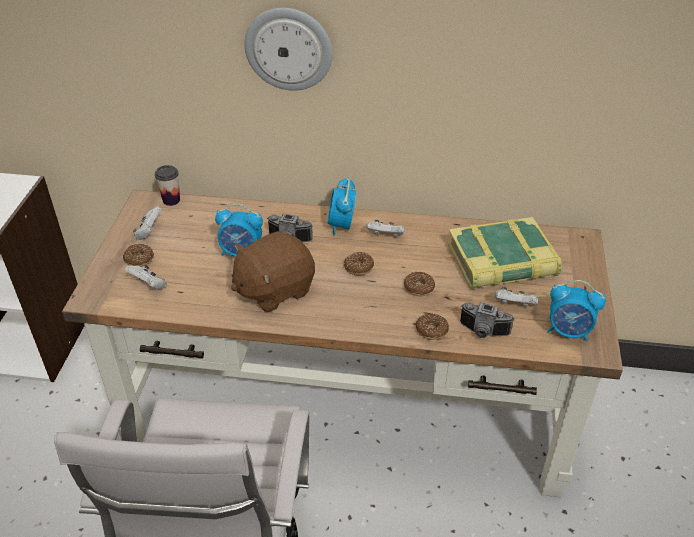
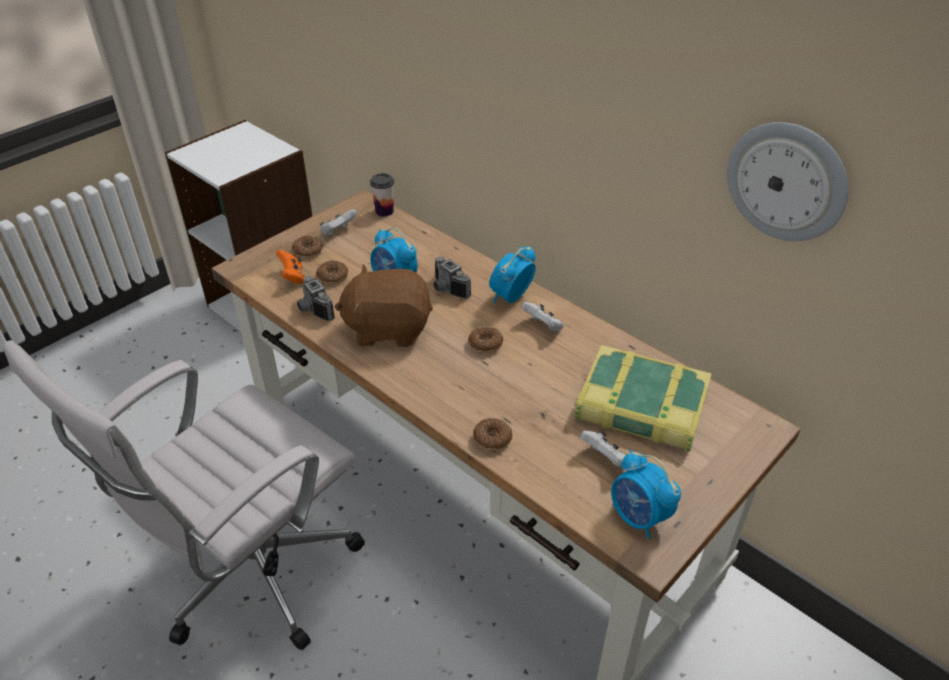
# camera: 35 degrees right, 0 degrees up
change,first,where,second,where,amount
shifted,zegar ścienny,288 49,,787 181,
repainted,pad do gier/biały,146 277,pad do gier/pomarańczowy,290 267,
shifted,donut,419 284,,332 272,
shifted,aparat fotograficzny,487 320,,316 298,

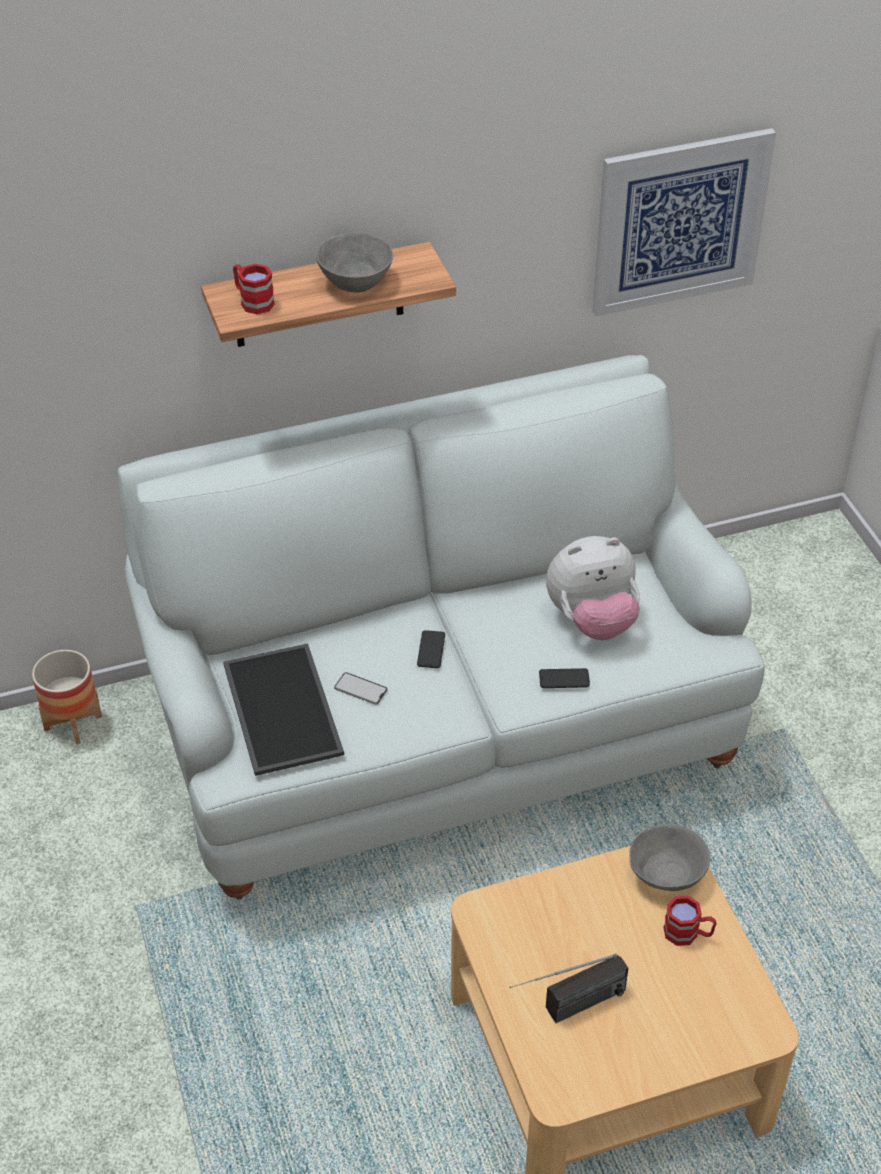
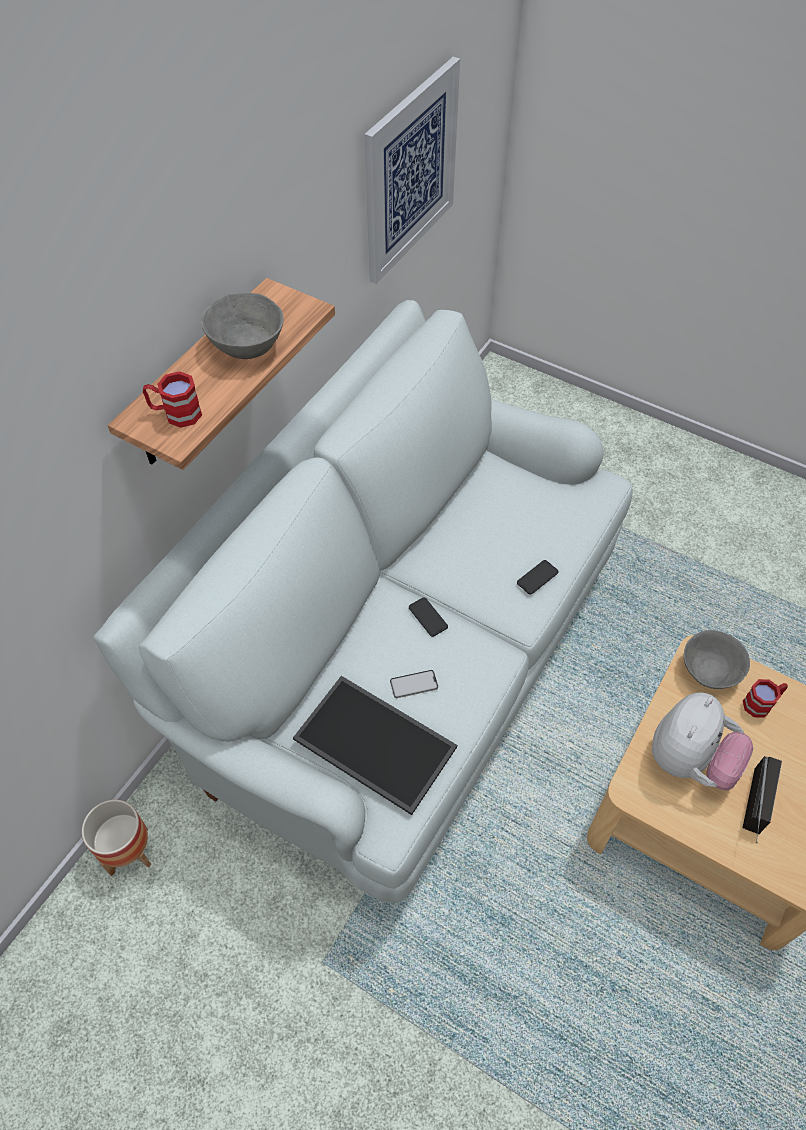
# camera: 40 degrees left, 10 degrees up
change,first,where,second,where,amount
shifted,pluszak,593 588,,702 741,

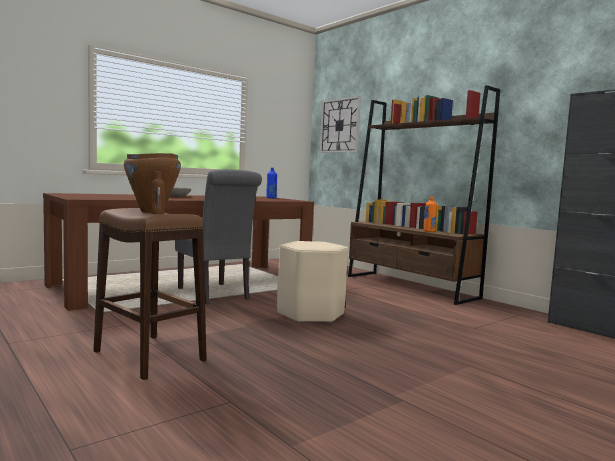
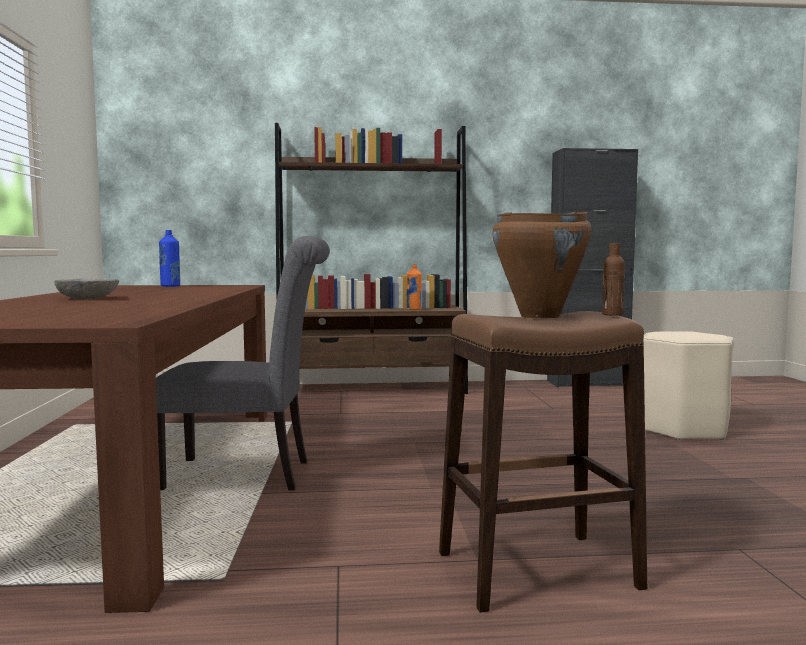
# camera: 55 degrees left, 0 degrees up
change,first,where,second,where,amount
gone,zegar ścienny,340 124,,,
shifted,stołek/beżowy,312 282,,688 385,

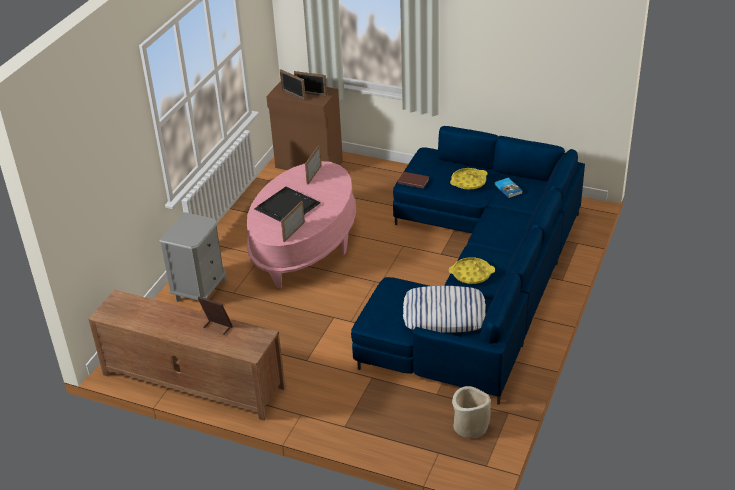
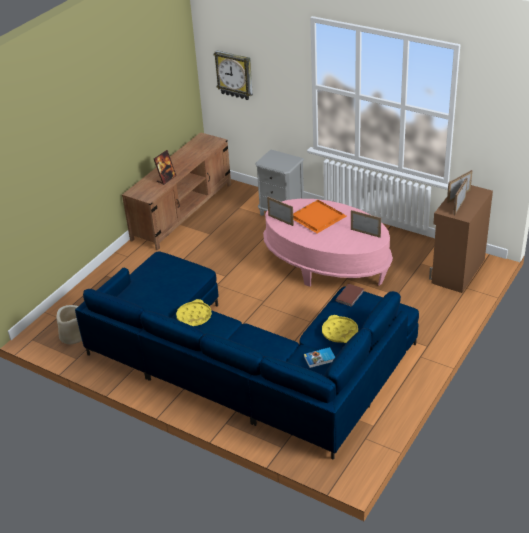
# camera: 100 degrees right, 0 degrees up
change,first,where,second,where,amount
repainted,taca/czarny,287 204,taca/pomarańczowy,320 216,
gone,poduszka,444 309,,,
new,,,zegar ścienny,233 75,

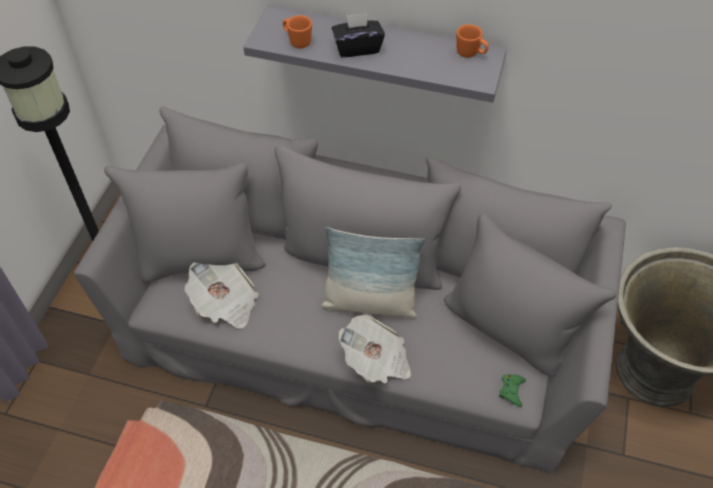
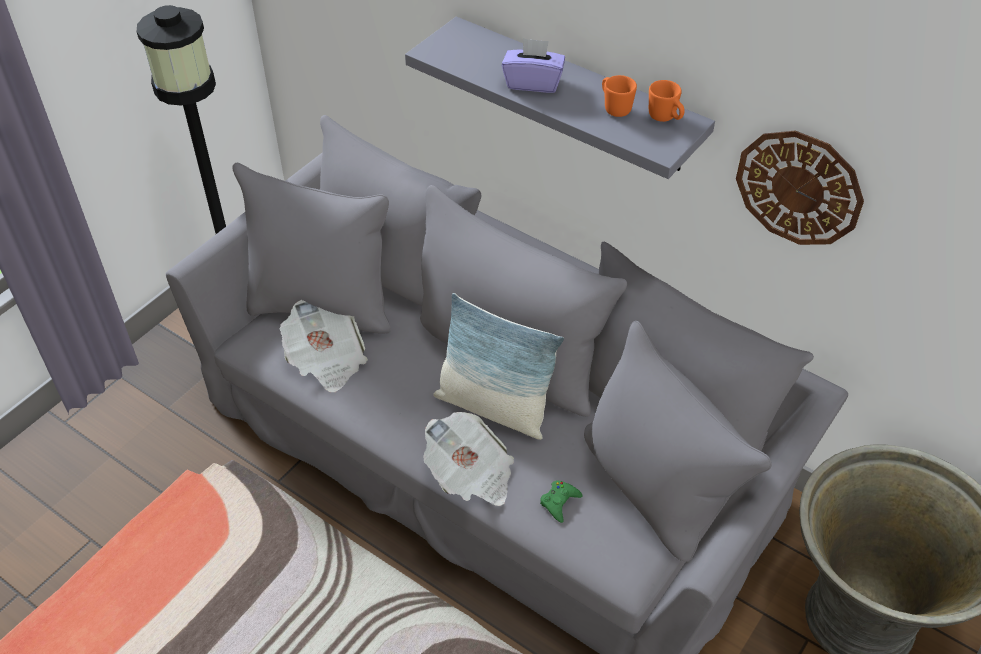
# camera: 20 degrees right, 5 degrees down
change,first,where,second,where,amount
repainted,pudełko chusteczek/czarny,358 35,pudełko chusteczek/fioletowy,533 65,
shifted,kubek/pomarańczowy,297 31,,619 96,
shifted,pad do gier/zielony,512 390,,561 501,
new,,,zegar ścienny,800 187,

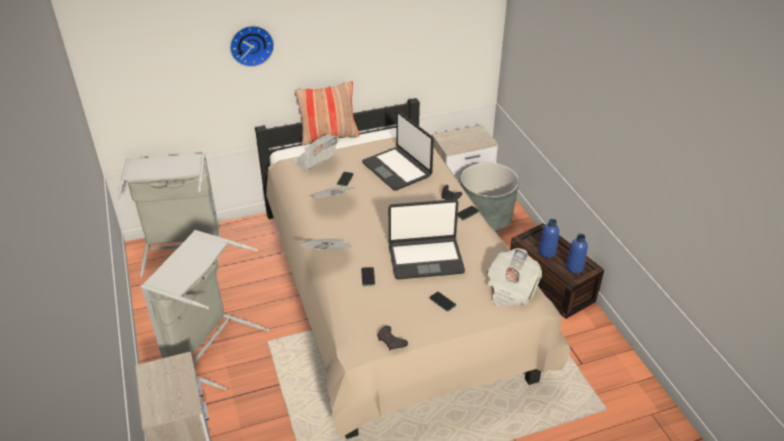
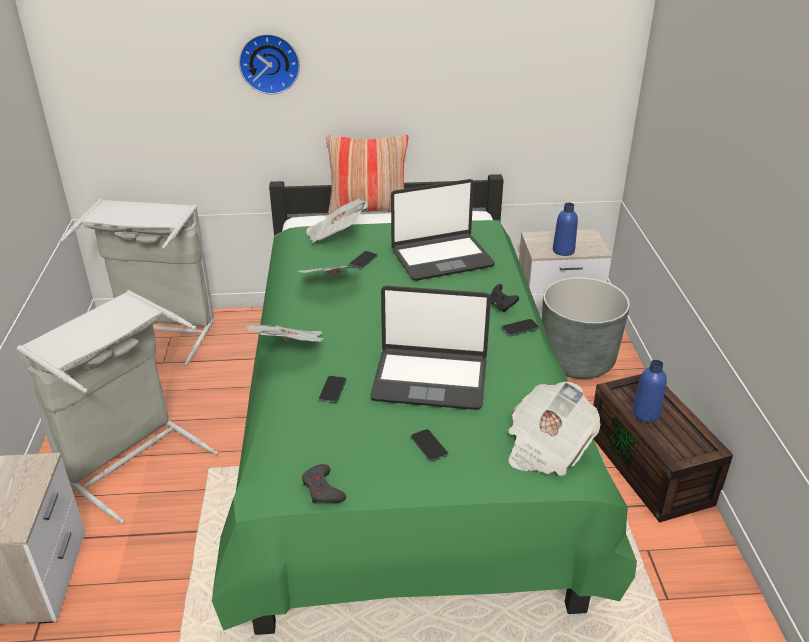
# camera: 15 degrees right, 5 degrees down
change,first,where,second,where,amount
repainted,łóżko/beżowy,412 268,łóżko/zielony,424 404,
rotated,laptop,398 151,,443 230,90 degrees counterclockwise
shifted,butelka/niebieski,577 254,,565 229,

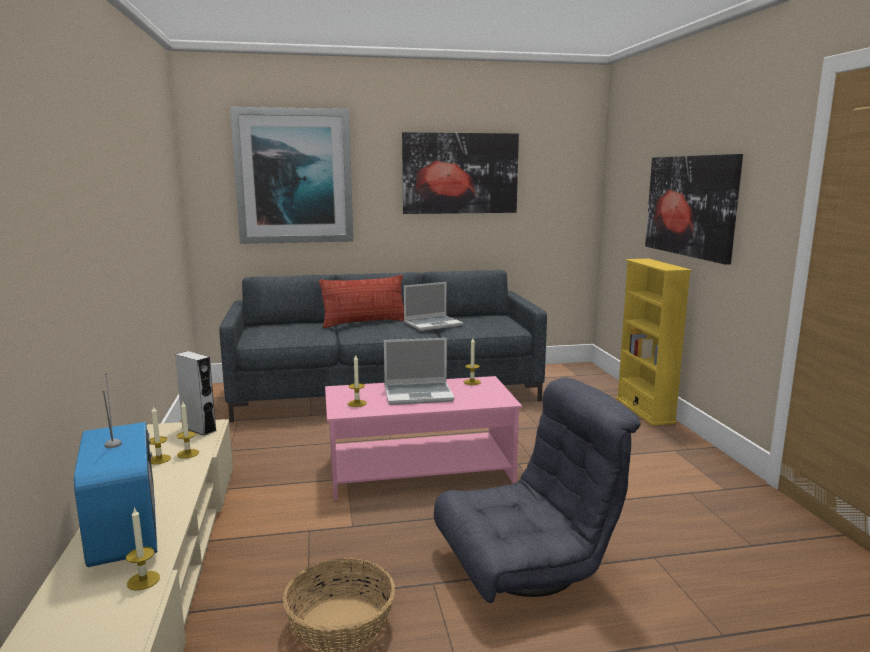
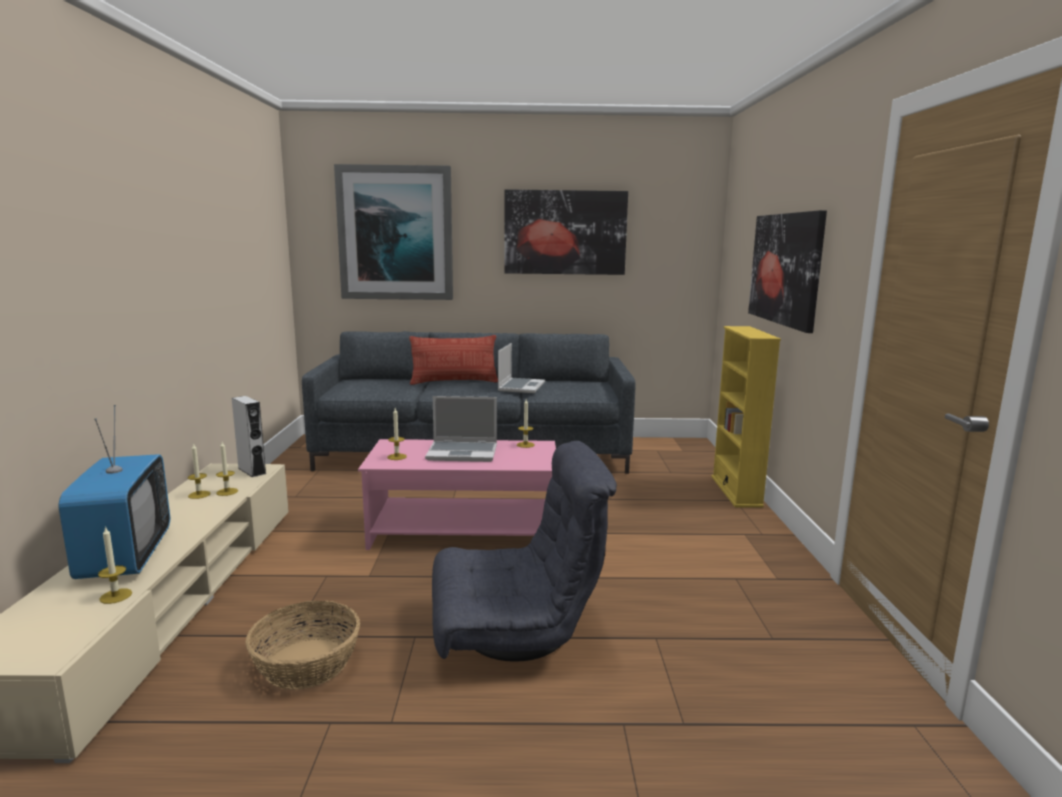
# camera: 10 degrees right, 0 degrees up
change,first,where,second,where,amount
rotated,laptop,433 306,,521 368,60 degrees counterclockwise

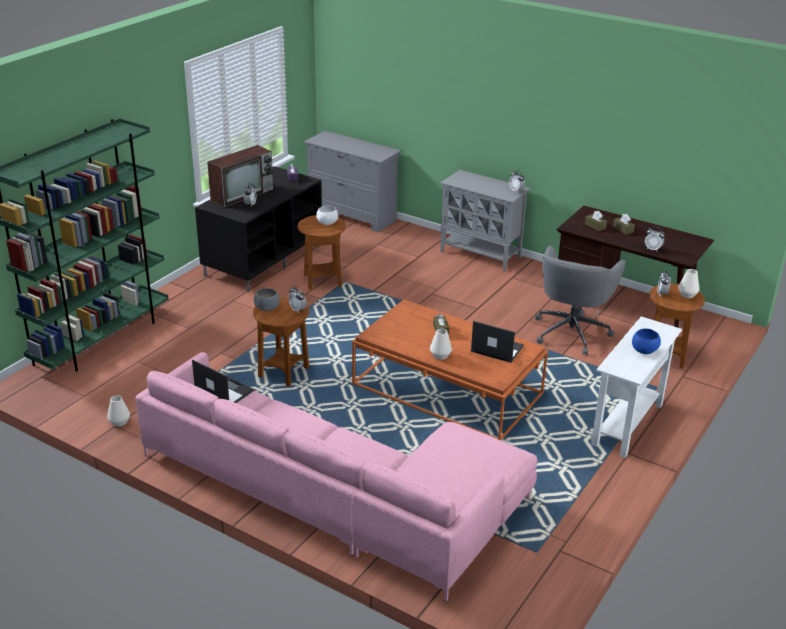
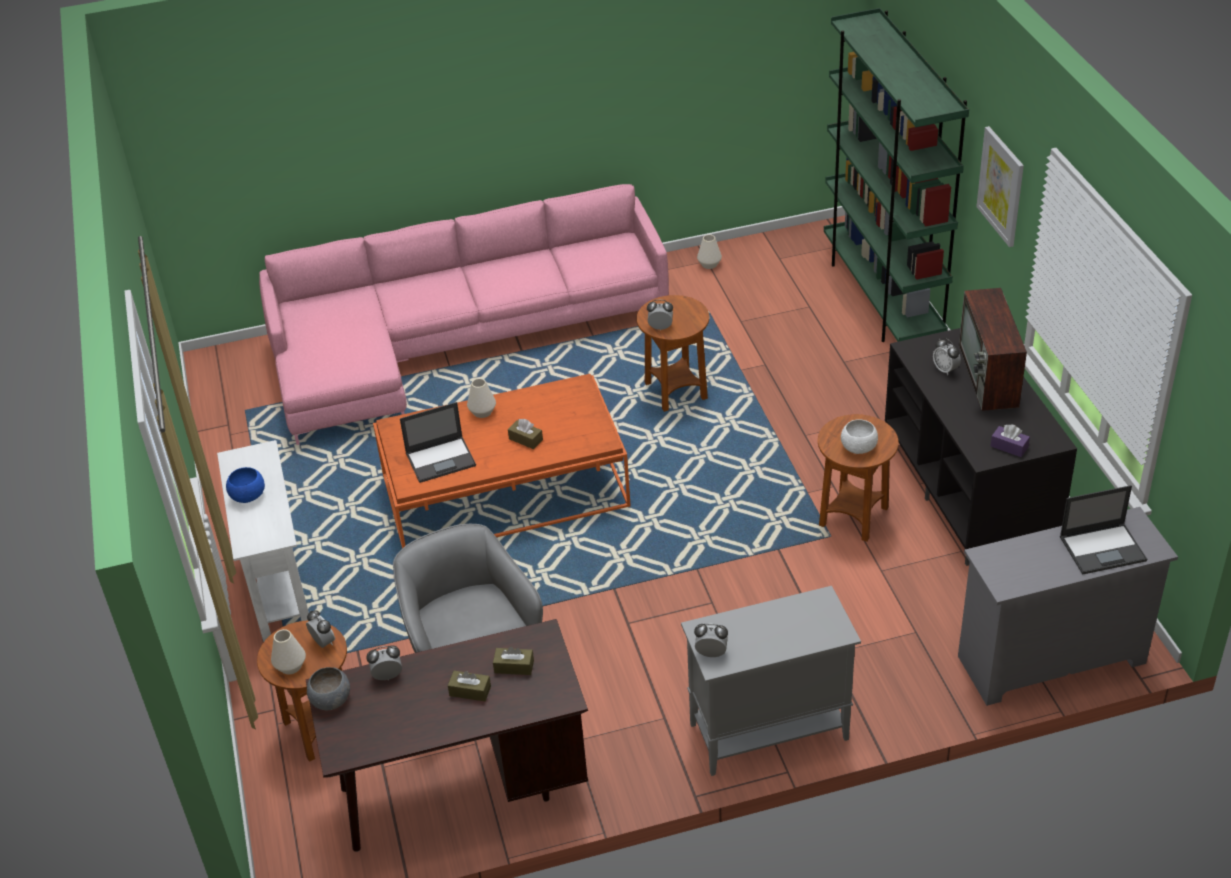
# camera: 135 degrees right, 10 degrees up
change,first,where,second,where,amount
shifted,miska/szary,267 299,,328 688,
shifted,laptop,223 381,,1103 529,
new,,,obraz,1000 186,

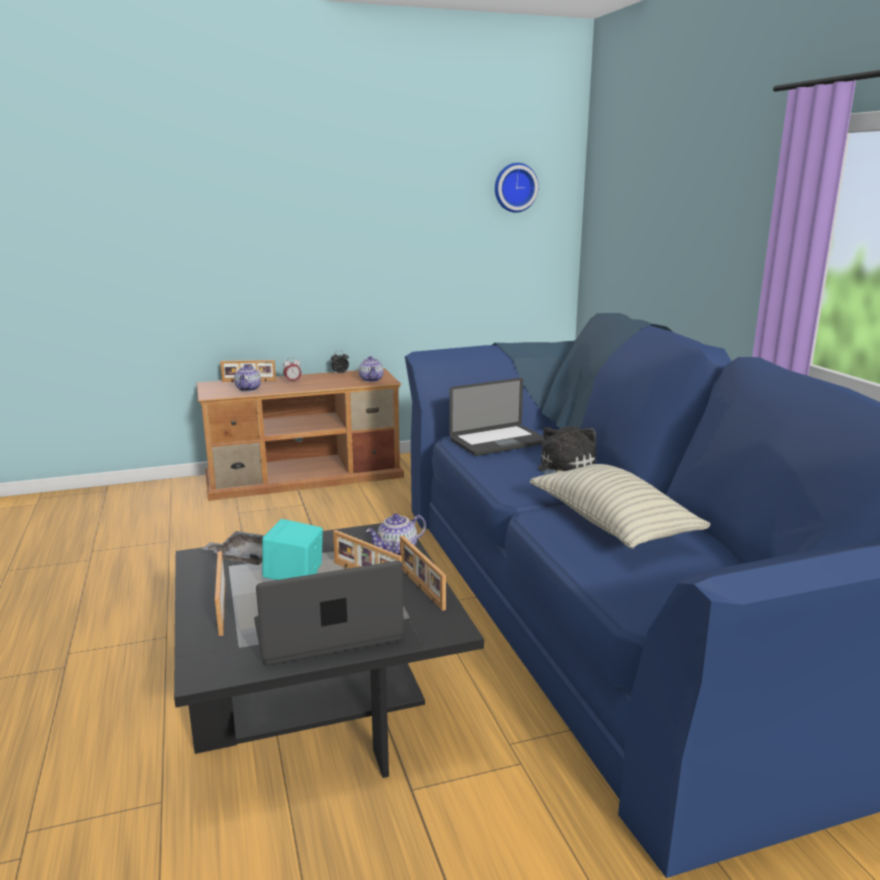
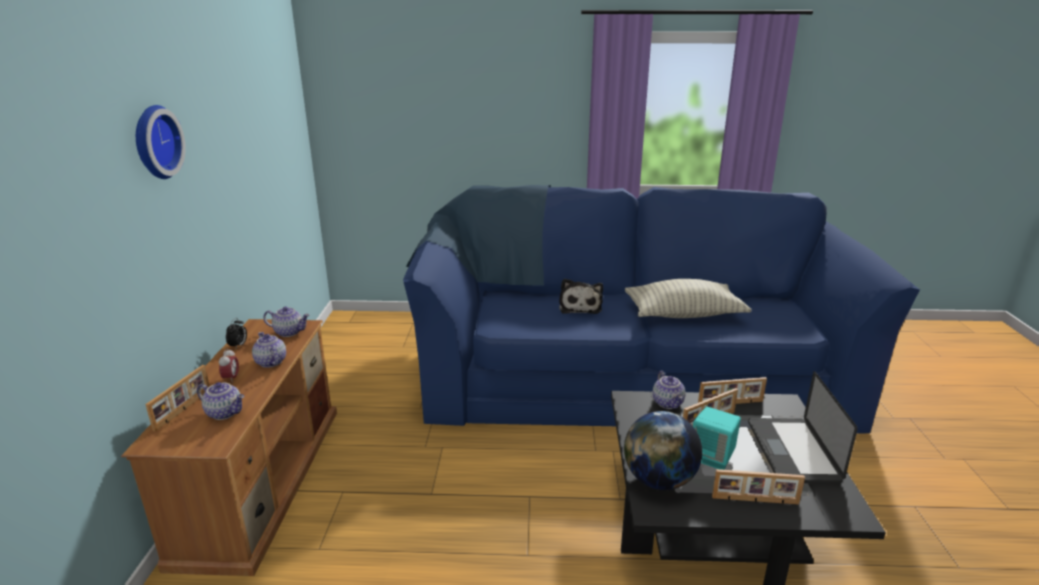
# camera: 70 degrees left, 5 degrees up
change,first,where,second,where,amount
shifted,zegar ścienny,517 188,,161 142,
gone,laptop,496 417,,,
rotated,pluszak,567 450,,581 296,135 degrees counterclockwise
swapped,taca/szary,233 548,globus,663 450,
new,,,imbryk,269 350,

